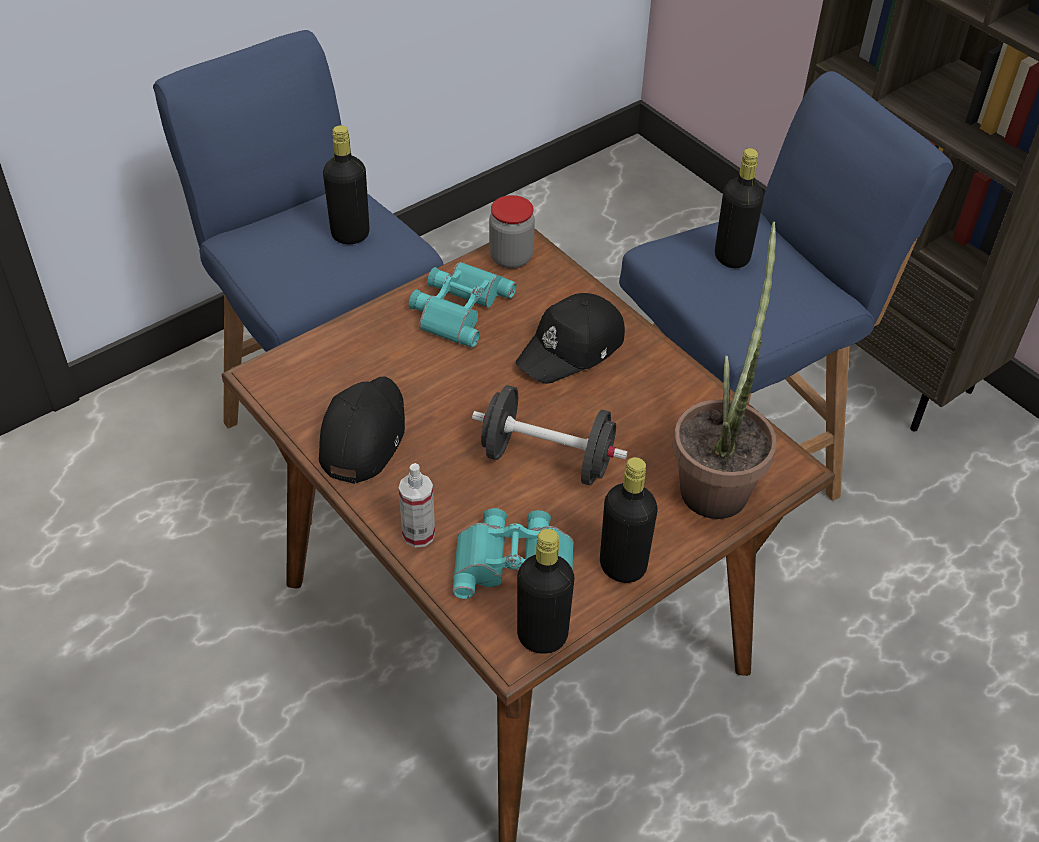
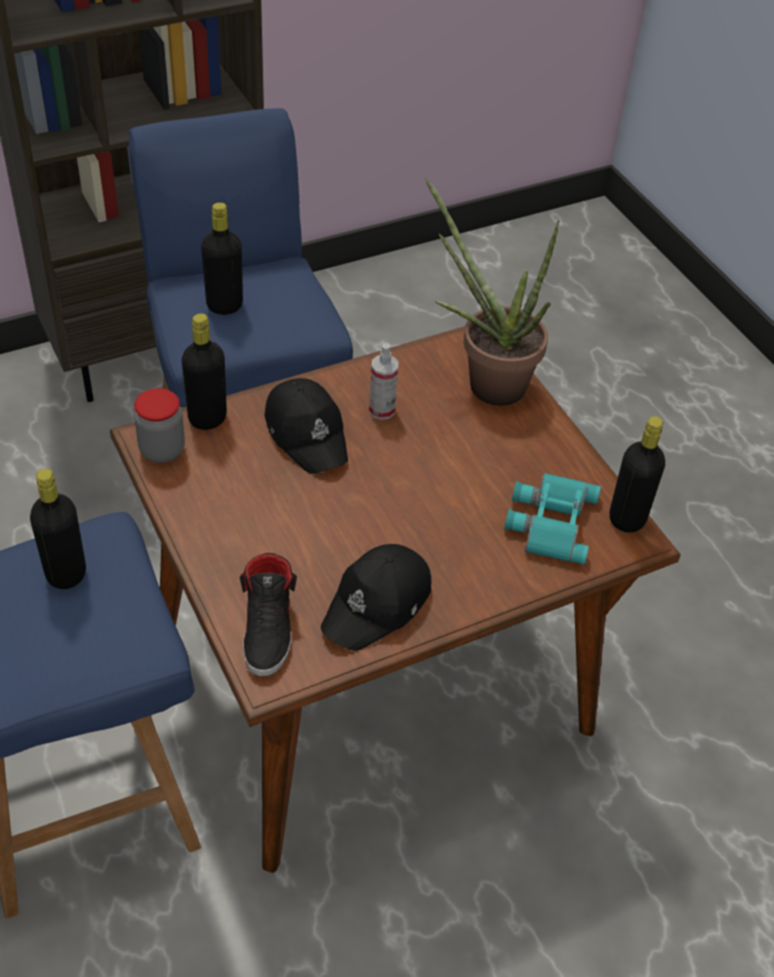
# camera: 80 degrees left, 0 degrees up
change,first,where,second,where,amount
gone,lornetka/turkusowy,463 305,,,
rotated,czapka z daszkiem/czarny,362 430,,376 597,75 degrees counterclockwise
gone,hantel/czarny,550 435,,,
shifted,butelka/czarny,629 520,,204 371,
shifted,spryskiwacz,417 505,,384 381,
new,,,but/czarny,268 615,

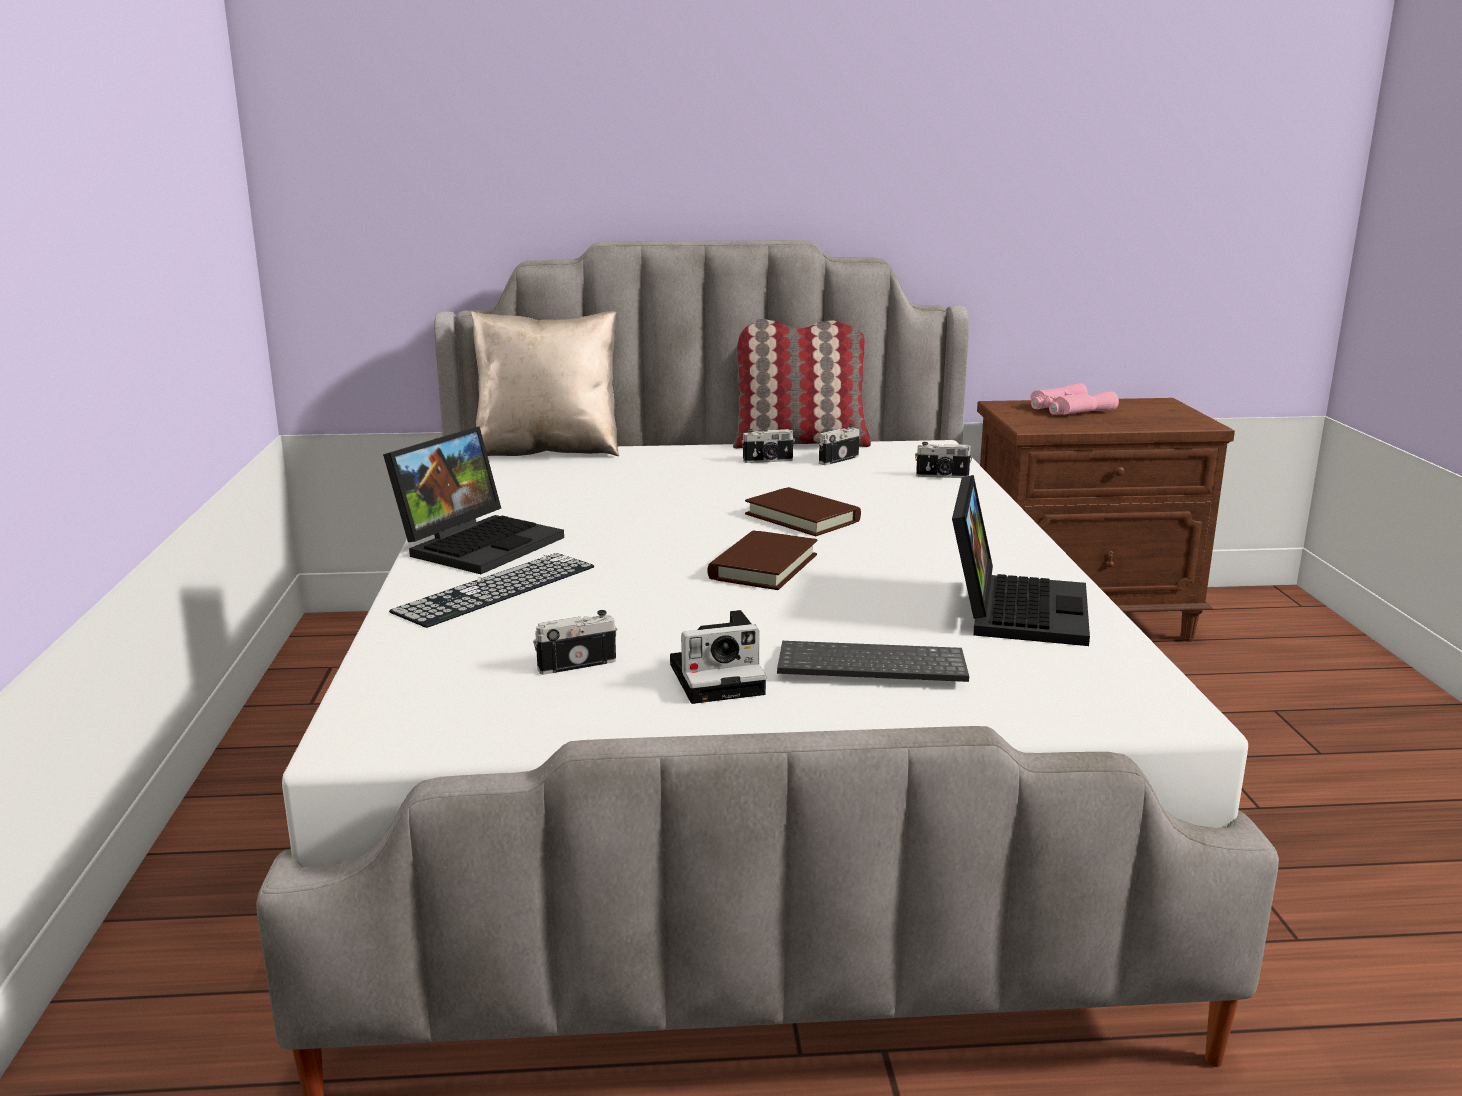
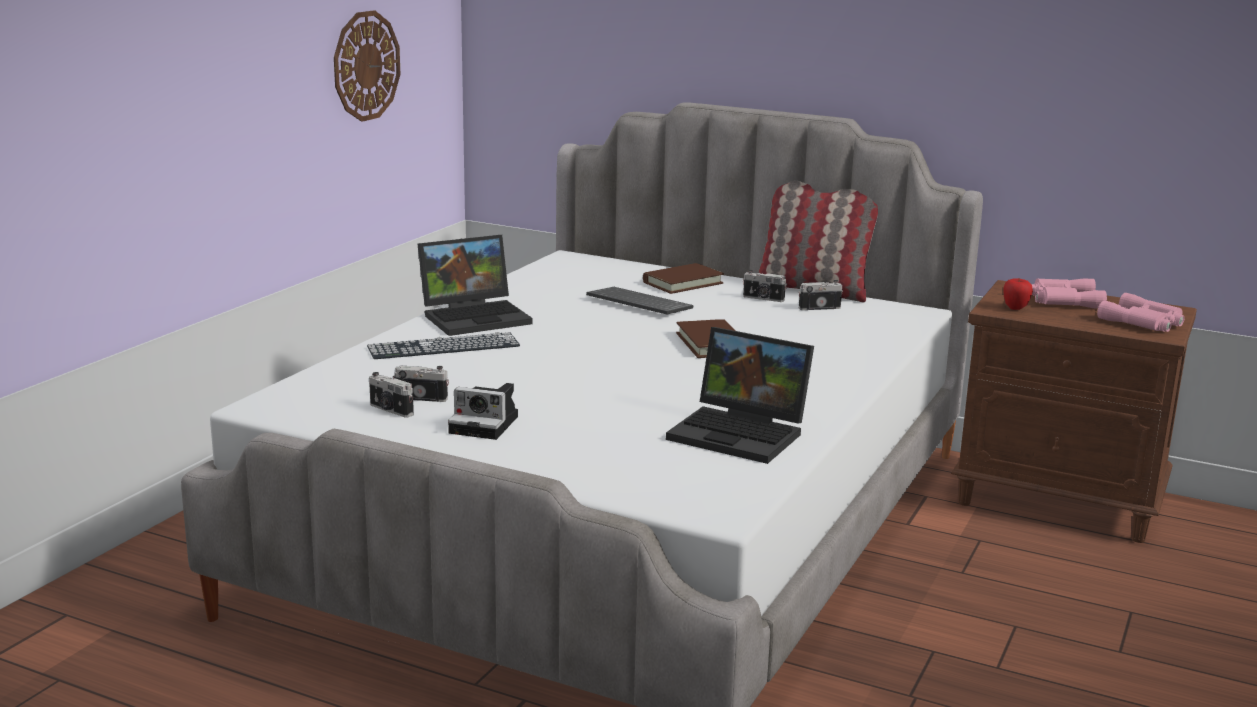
# camera: 30 degrees right, 0 degrees up
change,first,where,second,where,amount
gone,poduszka/beżowy,545 383,,,
shifted,aparat fotograficzny,944 460,,391 394,
rotated,laptop,1021 560,,740 395,75 degrees clockwise
shifted,książka/brązowy,762 560,,683 278,
shifted,klawiatura,873 661,,640 301,
new,,,zegar ścienny,367 66,
new,,,jabłko,1018 294,
new,,,lornetka/różowy,1140 312,

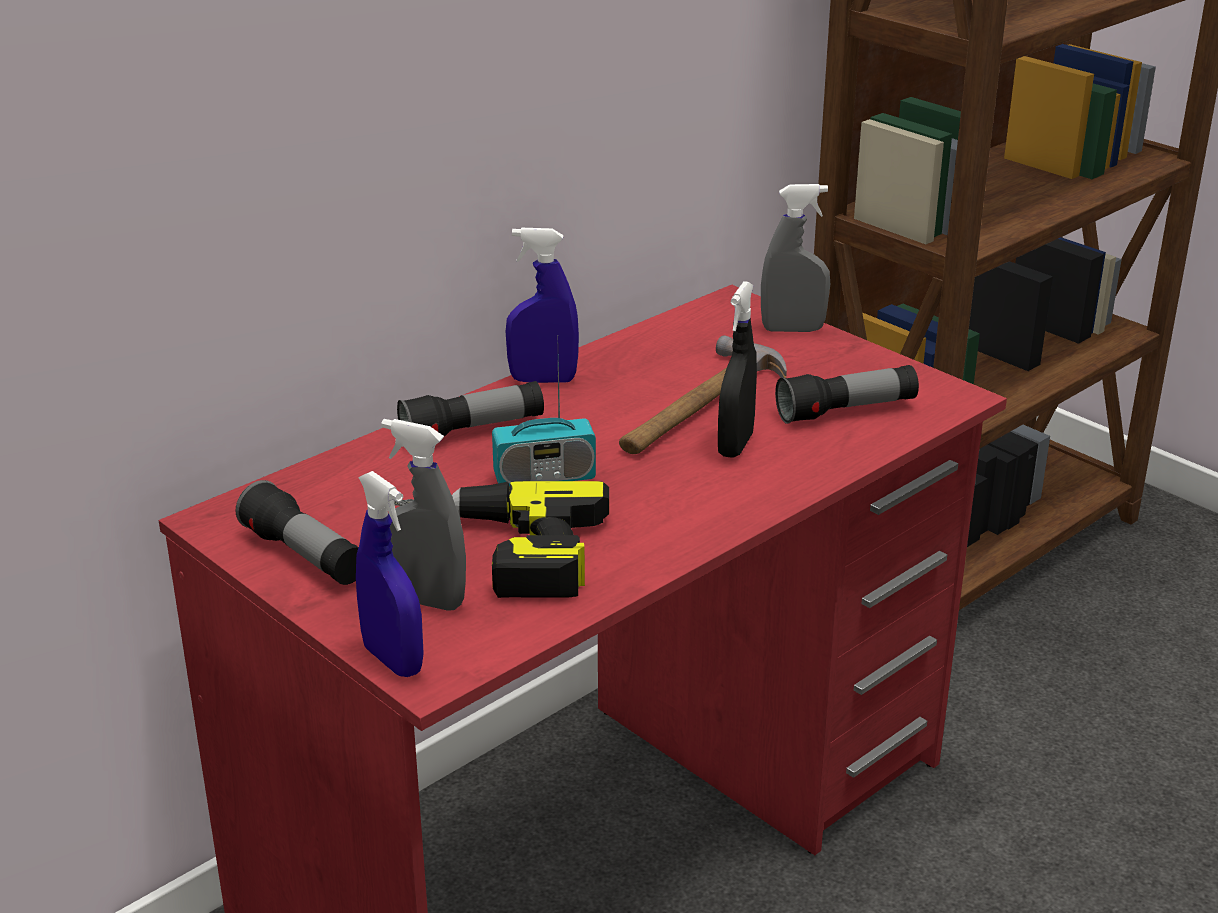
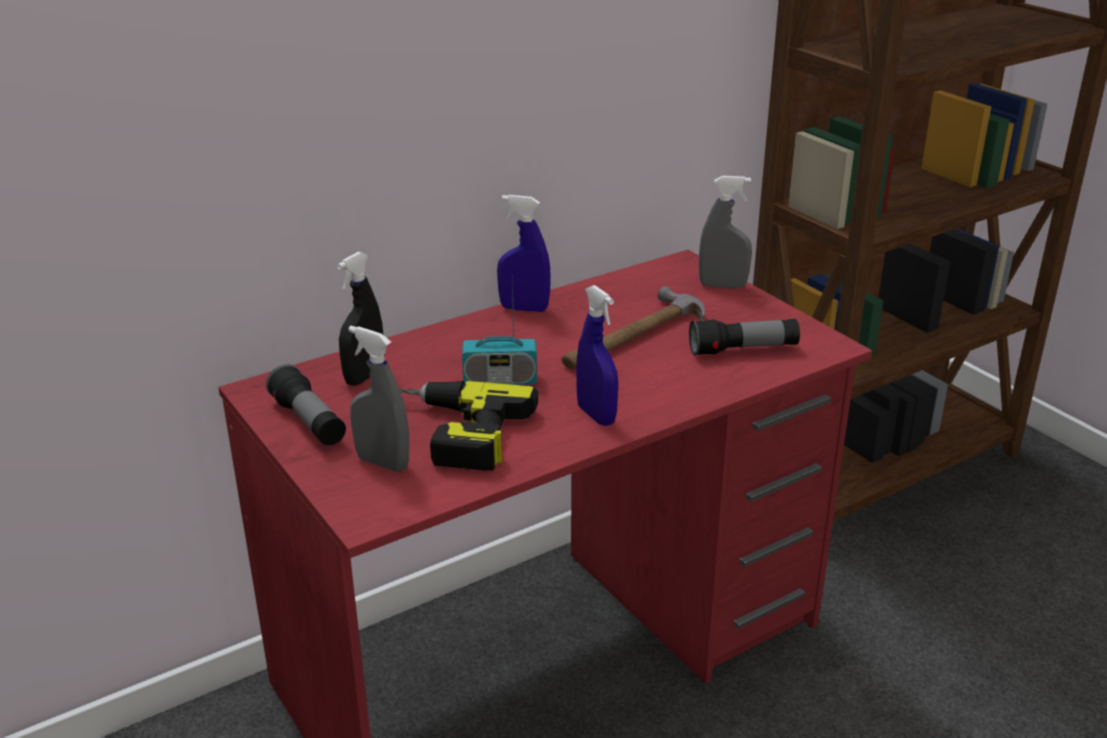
# camera: 10 degrees right, 0 degrees up
change,first,where,second,where,amount
shifted,spryskiwacz/czarny,737 369,,361 319,
gone,latarka,470 408,,,
shifted,spryskiwacz/niebieski,390 574,,597 355,

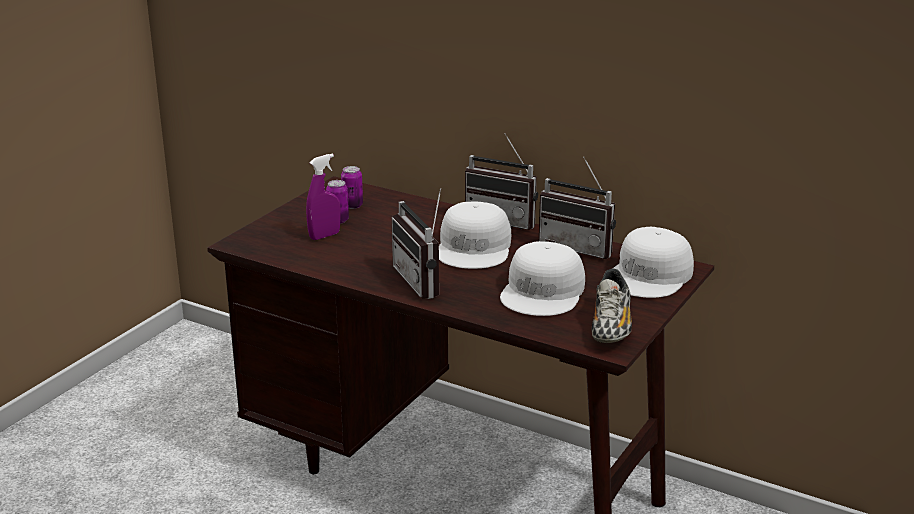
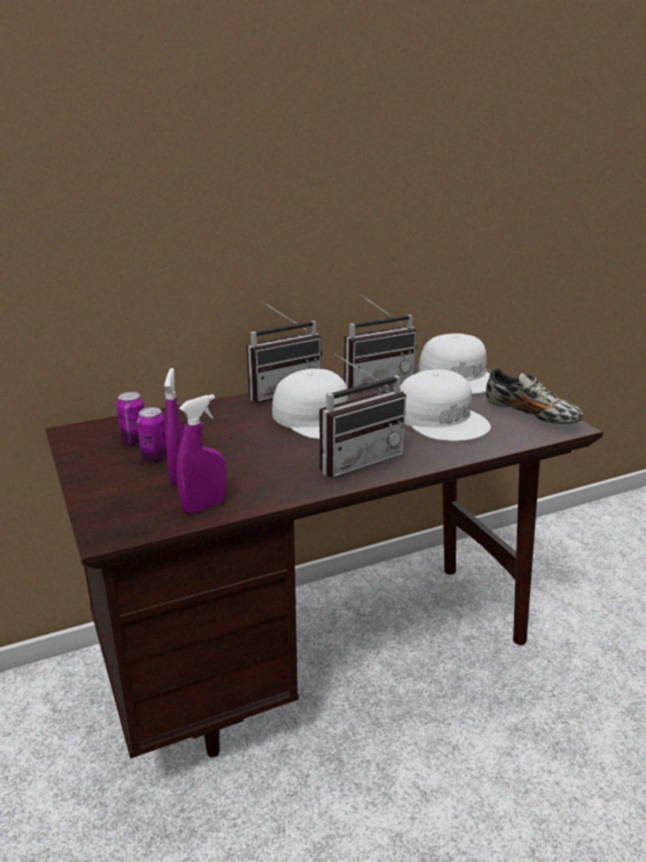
# camera: 55 degrees left, 0 degrees up
change,first,where,second,where,amount
rotated,radio,416 243,,363 416,45 degrees counterclockwise
new,,,spryskiwacz/fioletowy,201 454,

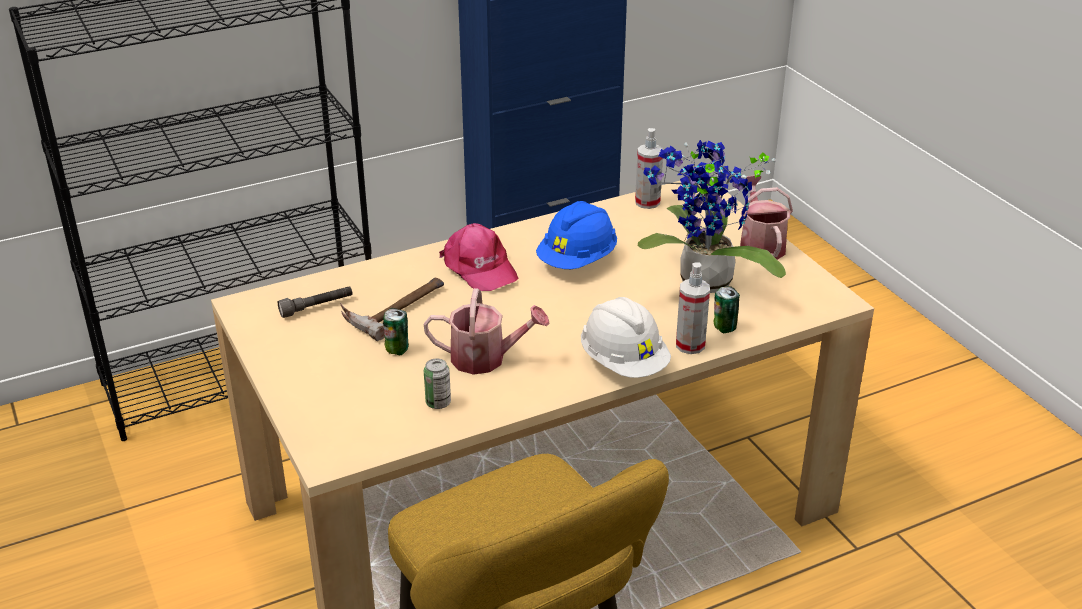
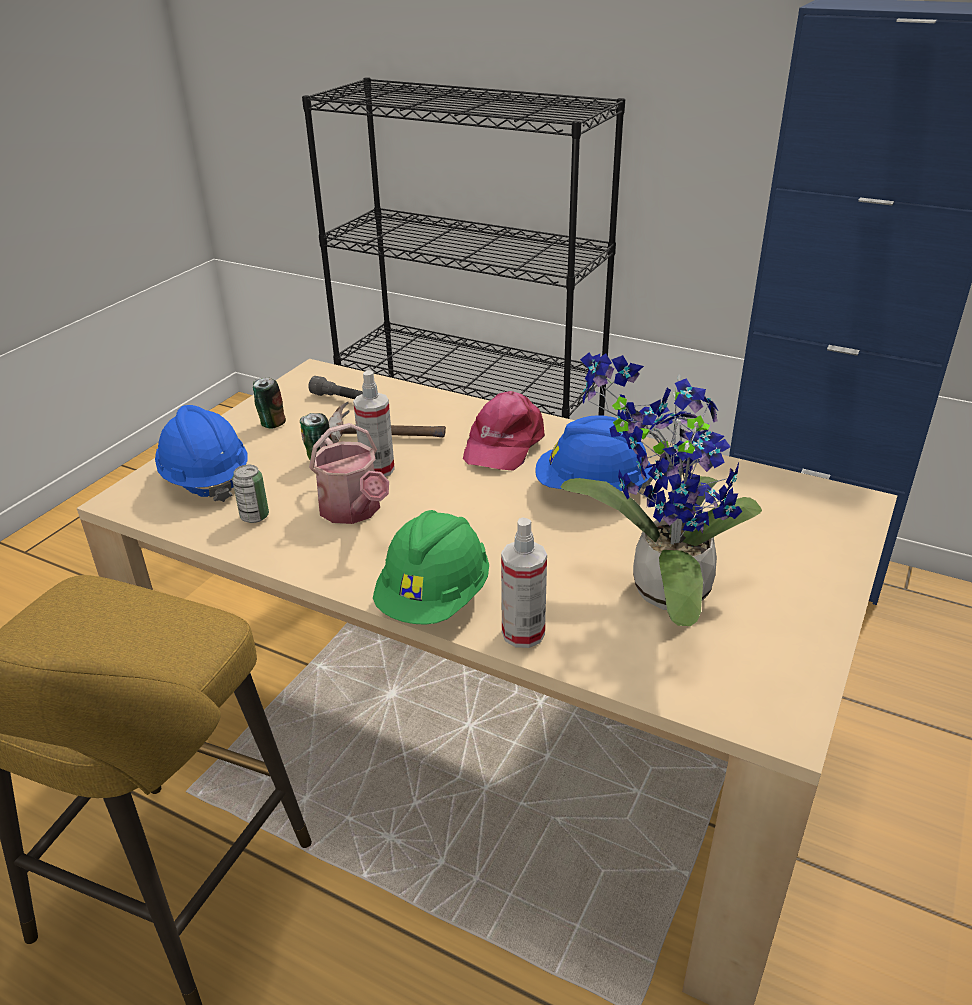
# camera: 55 degrees right, 0 degrees up
change,first,where,second,where,amount
shifted,spryskiwacz,649 168,,374 423,
gone,konewka,766 217,,,
shifted,puszka,727 309,,269 402,
repainted,kask/biały,626 337,kask/zielony,431 567,
new,,,kask/niebieski,201 453,

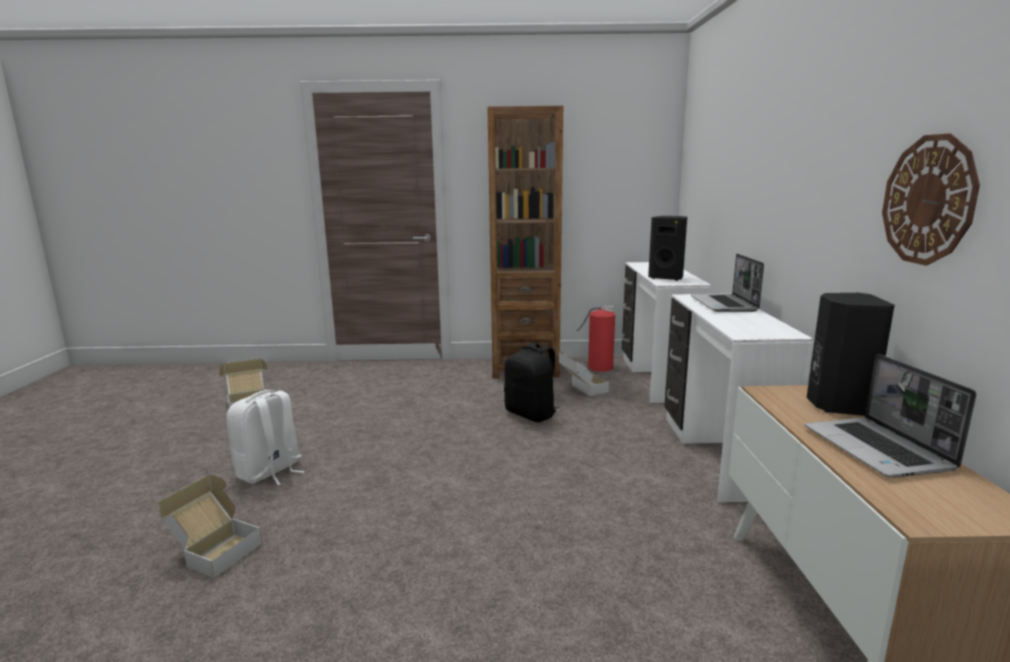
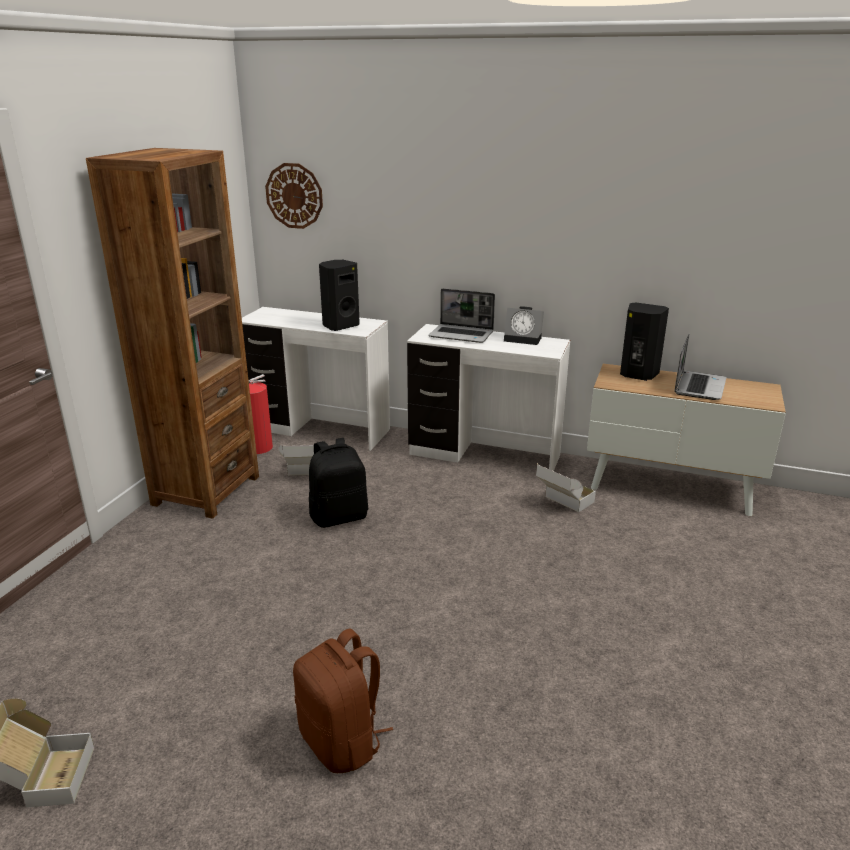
# camera: 70 degrees left, 10 degrees up
change,first,where,second,where,amount
shifted,zegar ścienny,931 199,,294 196,
rotated,laptop,890 416,,701 366,75 degrees counterclockwise
repainted,plecak/biały,265 437,plecak/brązowy,343 701,
shifted,karton,209 526,,566 487,
new,,,budzik,524 325,

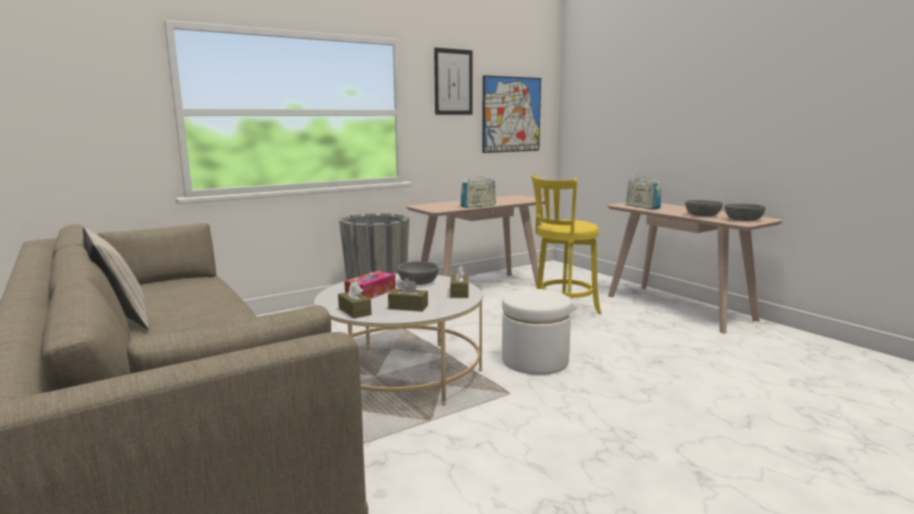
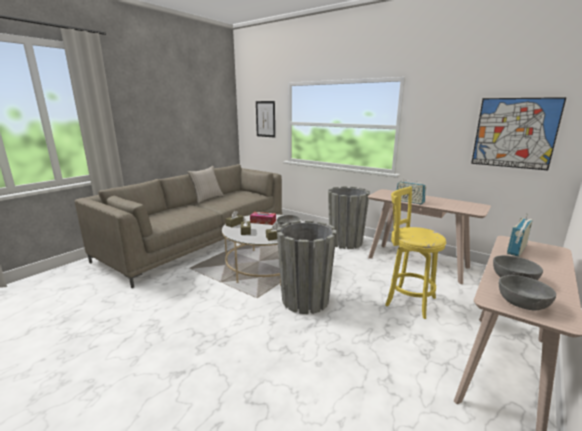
# camera: 70 degrees right, 5 degrees up
change,first,where,second,where,amount
shifted,obraz,453 81,,265 119,
swapped,pufa/biały,537 332,donica/szary,307 267,

